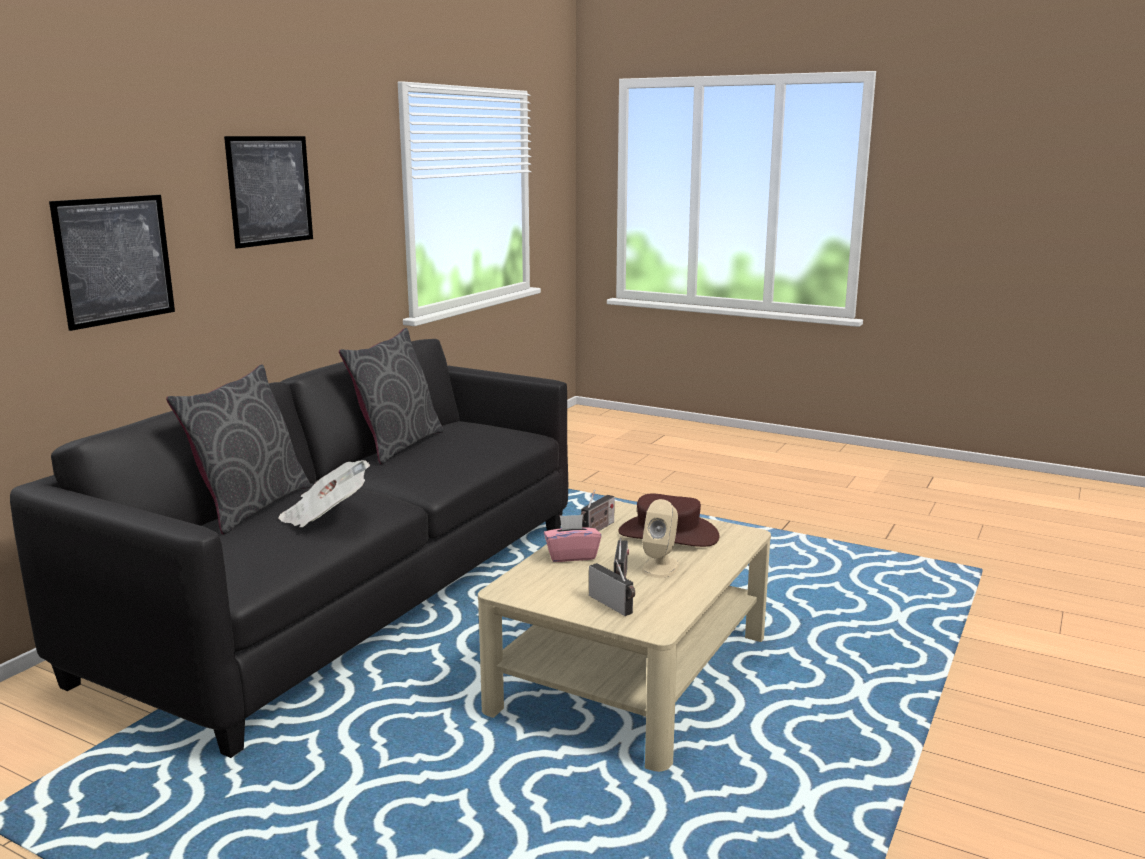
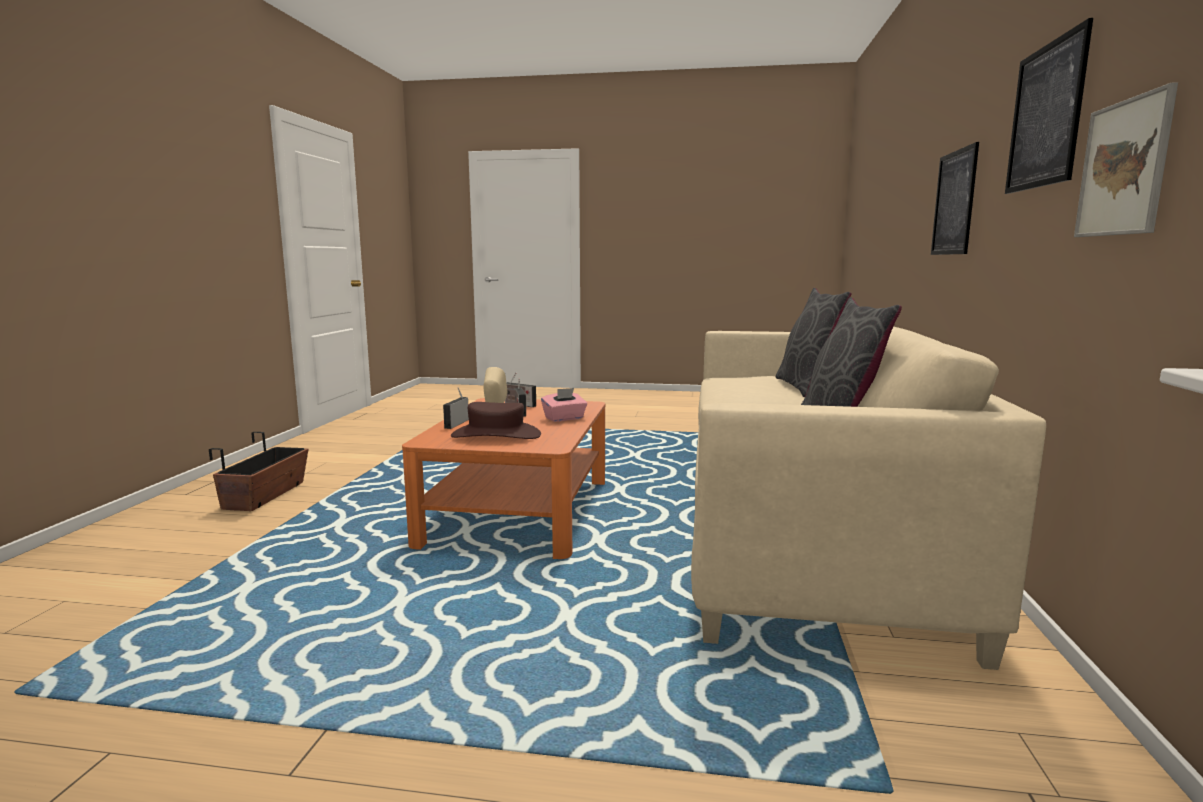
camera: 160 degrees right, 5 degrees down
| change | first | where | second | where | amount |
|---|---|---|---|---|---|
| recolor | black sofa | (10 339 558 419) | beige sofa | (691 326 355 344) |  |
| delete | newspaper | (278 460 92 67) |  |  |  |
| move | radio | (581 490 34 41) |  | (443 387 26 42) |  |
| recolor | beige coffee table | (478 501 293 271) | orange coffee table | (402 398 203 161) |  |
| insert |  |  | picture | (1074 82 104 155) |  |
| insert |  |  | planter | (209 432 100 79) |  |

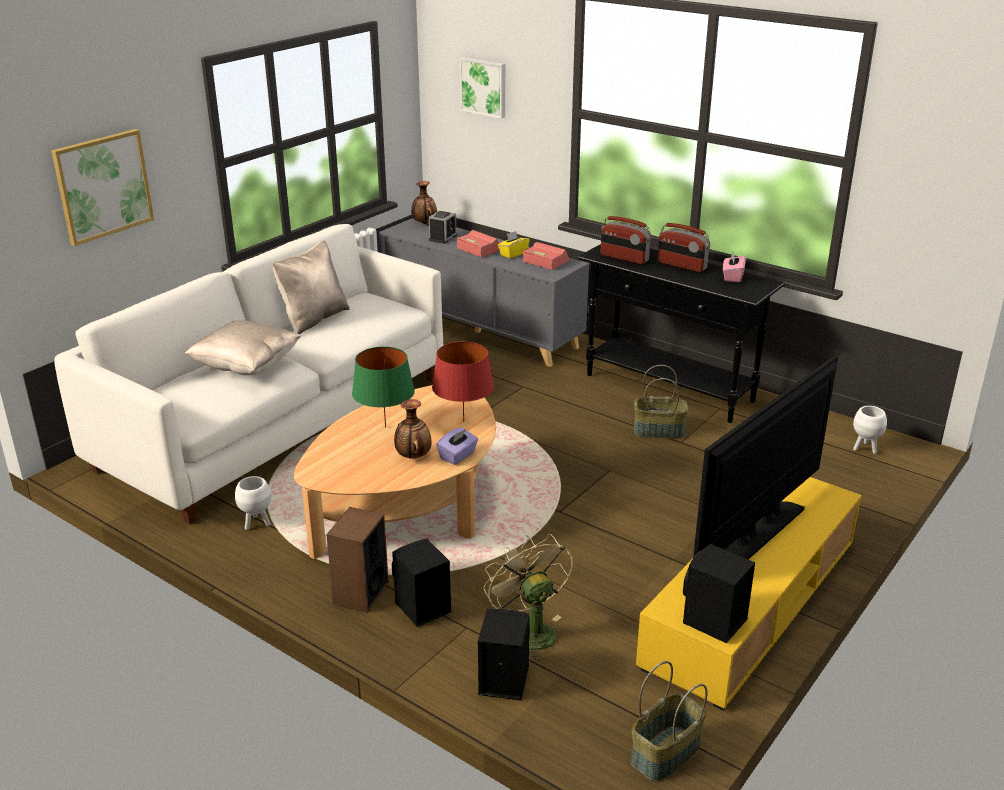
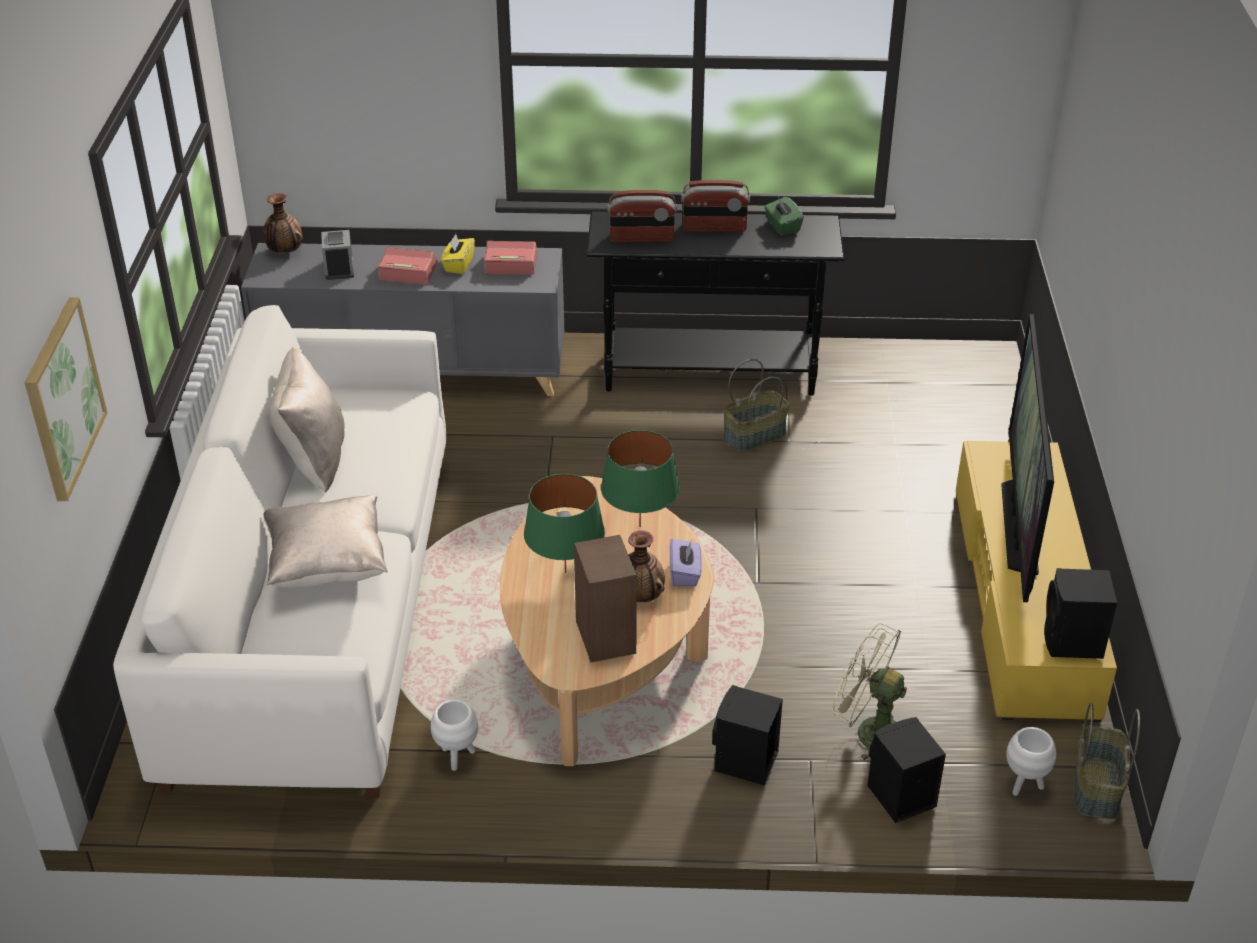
camera: 35 degrees left, 10 degrees up
| change | first | where | second | where | amount |
|---|---|---|---|---|---|
| delete | picture | (460 57 45 62) |  |  |  |
| recolor | pink tissue box | (723 252 23 30) | green tissue box | (765 197 39 39) |  |
| recolor | red table lamp | (432 342 62 80) | green table lamp | (601 430 79 97) |  |
| move | white planter | (853 406 34 48) |  | (1006 727 50 69) |  |
| move | speaker | (326 507 63 106) |  | (574 535 63 127) |  |

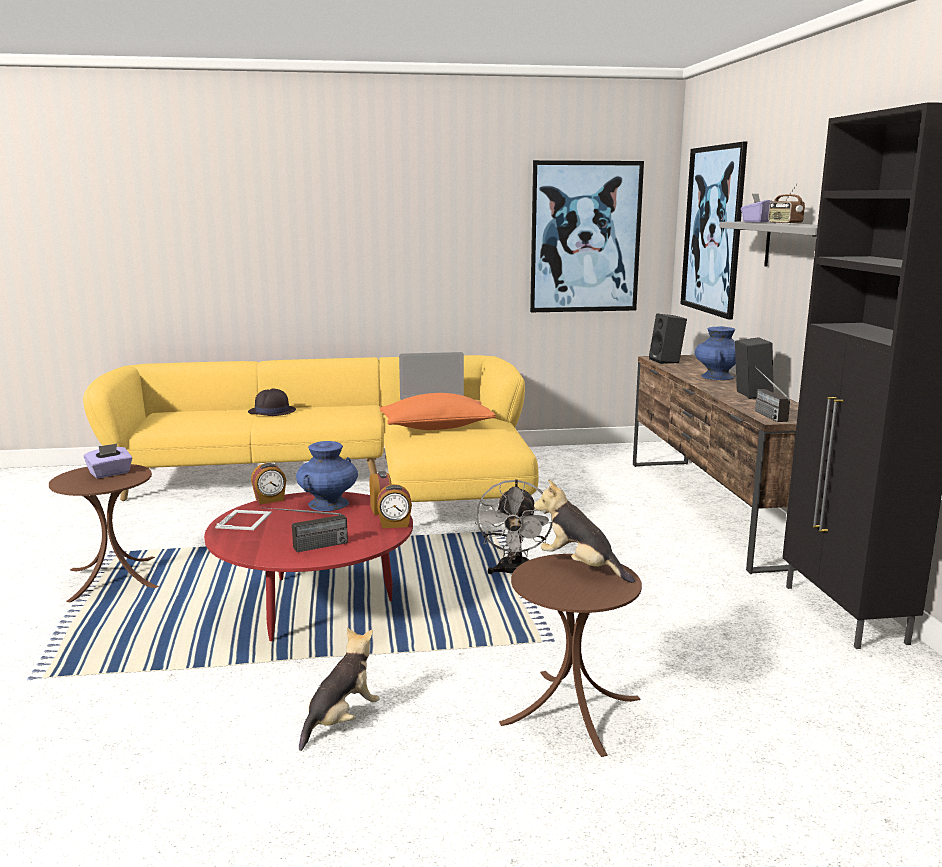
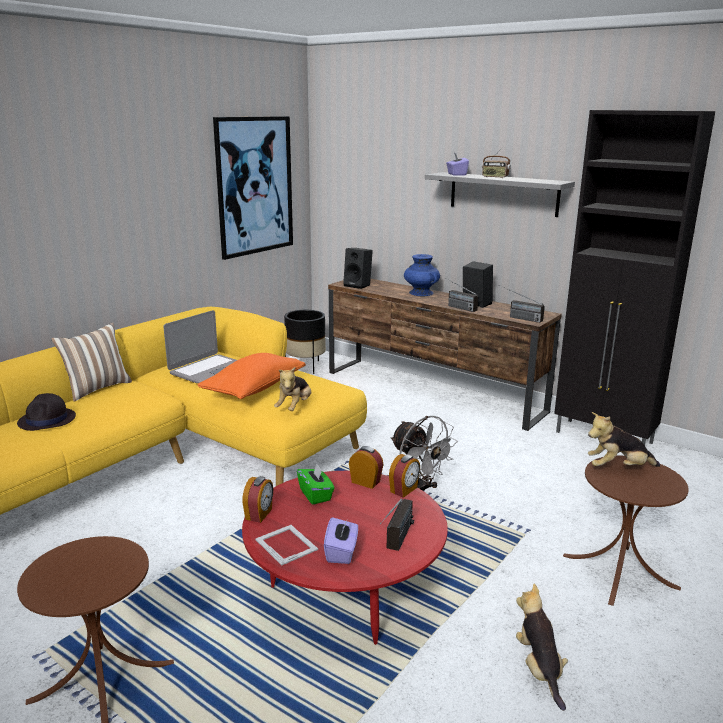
camera: 45 degrees left, 5 degrees up
| change | first | where | second | where | amount |
|---|---|---|---|---|---|
| delete | picture | (681 142 66 178) |  |  |  |
| replace | blue vase | (296 441 62 70) | green tissue box | (297 463 38 41) |  |
| move | purple tissue box | (84 444 48 34) |  | (324 516 34 48) |  |
| insert |  |  | radio | (440 275 38 37) |  |
| insert |  |  | black planter | (284 310 42 64) |  |
| insert |  |  | pillow | (52 322 80 80) |  |
| insert |  |  | plush toy | (274 367 37 44) |  |

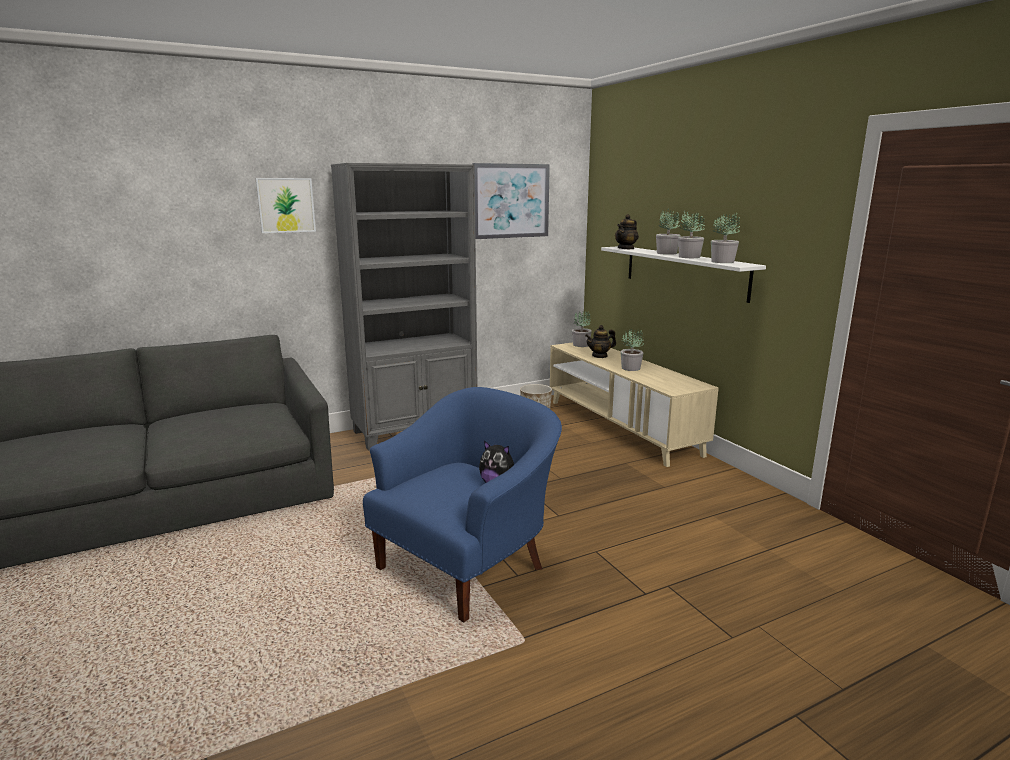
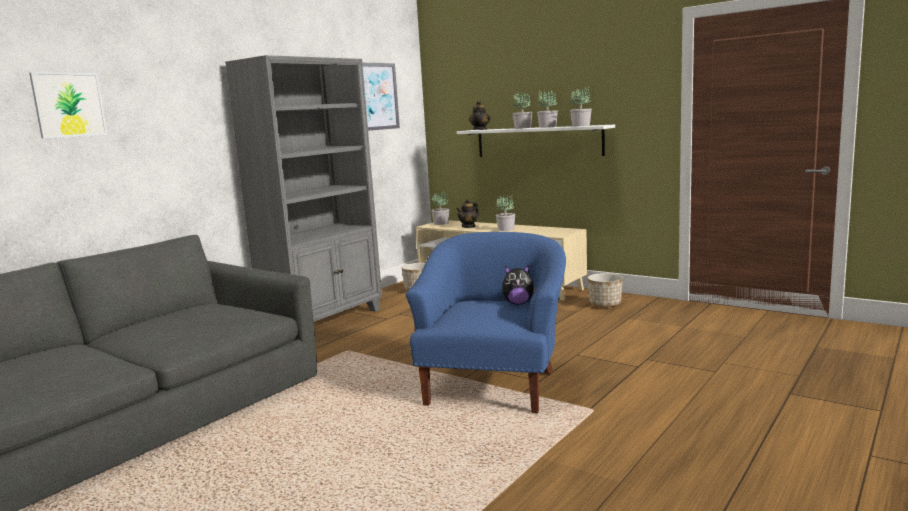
camera: 25 degrees left, 5 degrees down
| change | first | where | second | where | amount |
|---|---|---|---|---|---|
| move | picture | (256 178 60 55) |  | (29 72 79 66) |  |
| insert |  |  | planter | (587 273 36 35) |  |

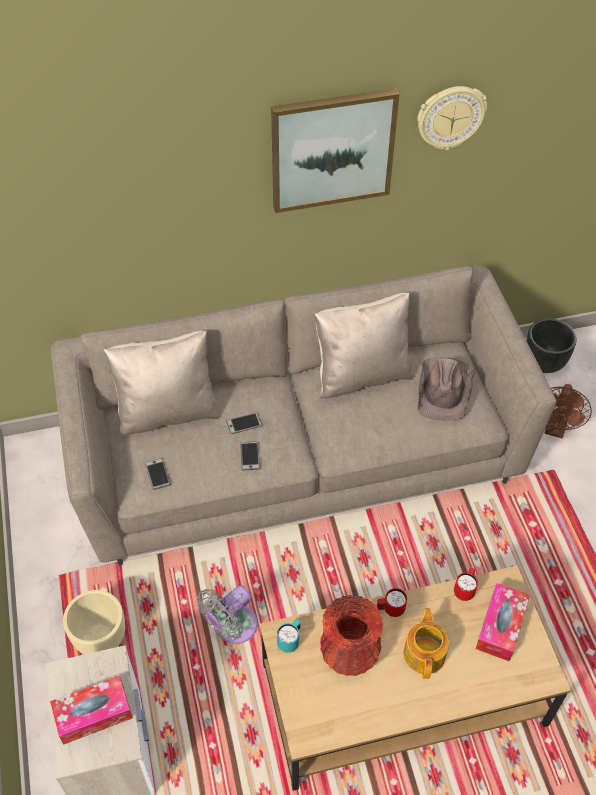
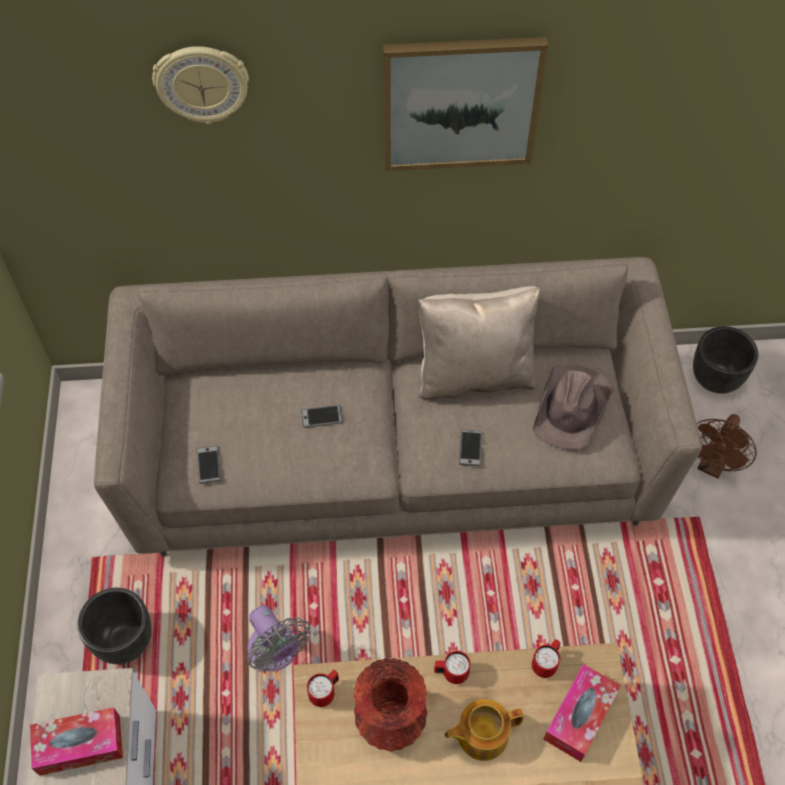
camera: 10 degrees right, 5 degrees up
| change | first | where | second | where | amount |
|---|---|---|---|---|---|
| move | wall clock | (417 86 70 64) |  | (152 46 97 78) |  |
| delete | beige pillow | (104 331 115 104) |  |  |  |
| move | phone | (240 441 20 30) |  | (459 430 23 36) |  |
| rotate | grey fan | (197 585 61 59) |  | (247 605 64 67) | 90 degrees counterclockwise |
| recolor | beige planter | (63 590 62 64) | black planter | (77 588 75 76) |  |
| rotate | teapot | (404 608 45 71) |  | (444 699 80 62) | 120 degrees counterclockwise |
| recolor | turquoise mug | (277 619 24 33) | red mug | (307 670 32 37) |  |

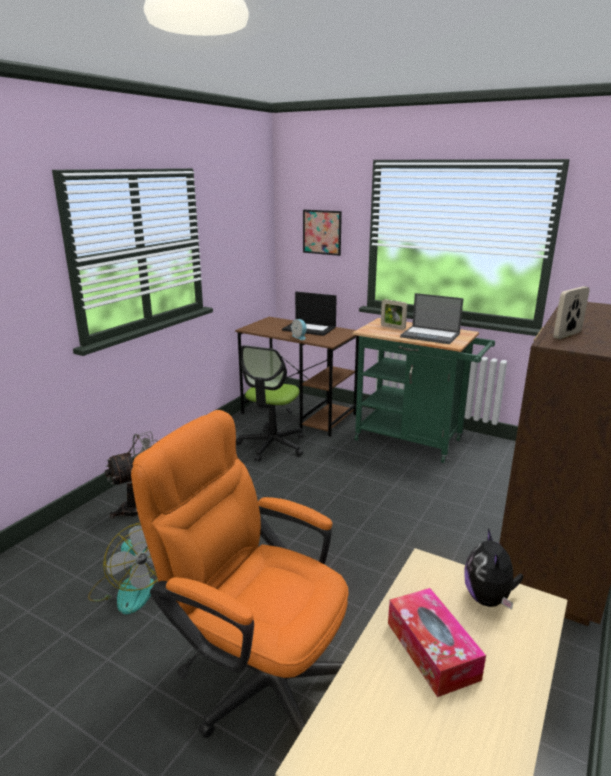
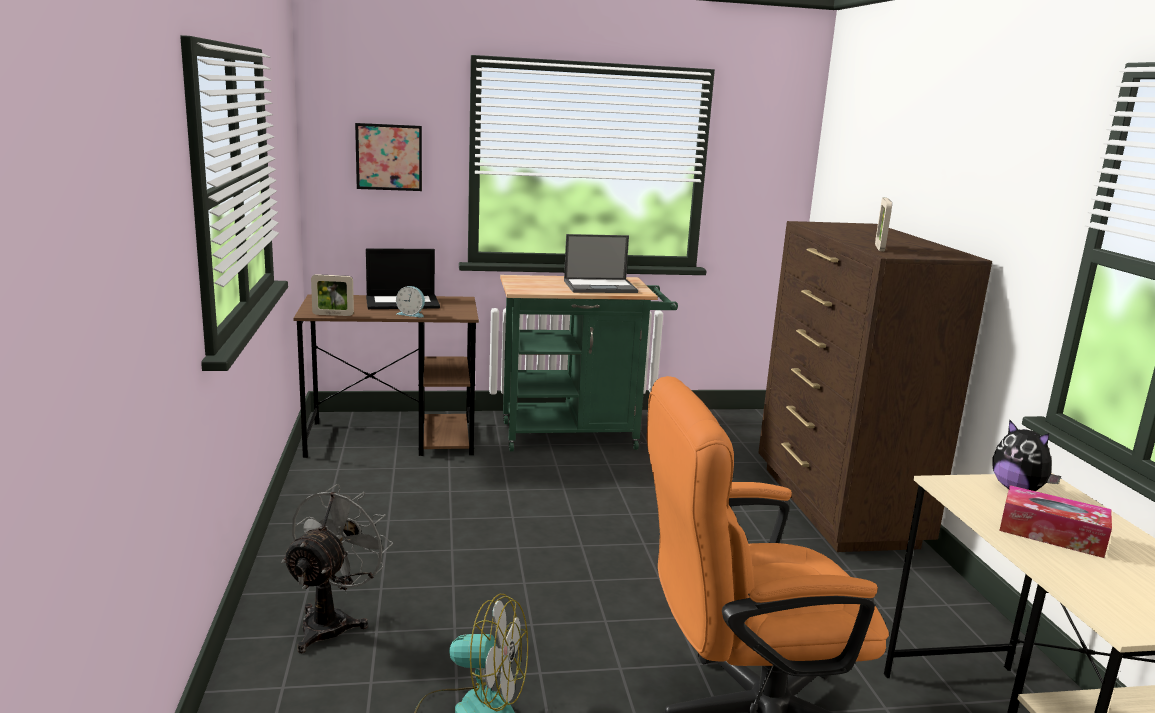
camera: 40 degrees left, 5 degrees down
| change | first | where | second | where | amount |
|---|---|---|---|---|---|
| move | picture frame | (381 299 26 31) |  | (311 274 43 42) |  |
| delete | office chair | (236 345 68 117) |  |  |  |

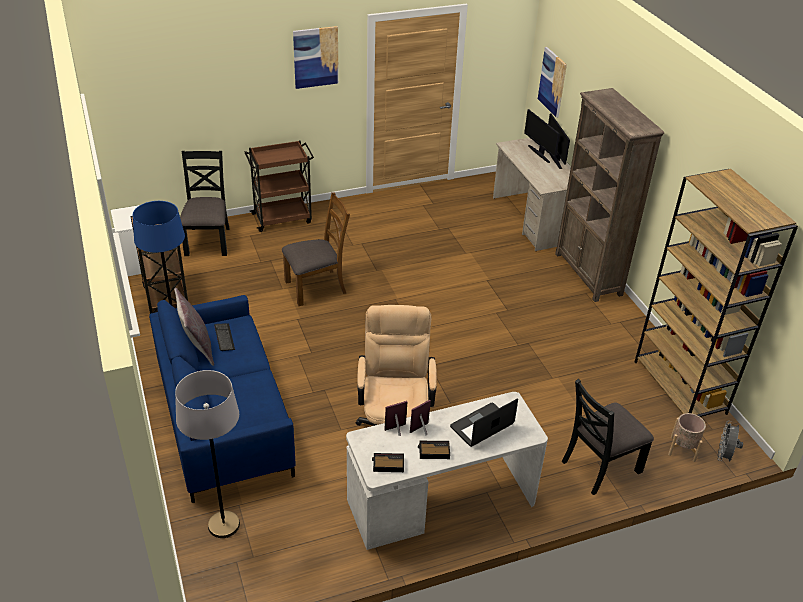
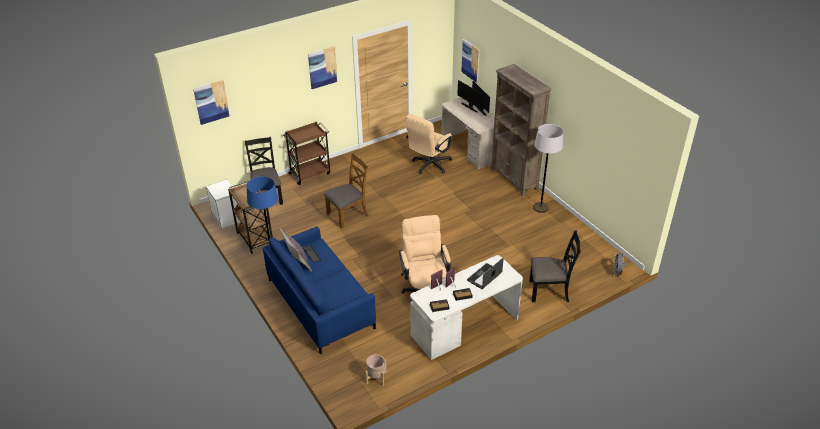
camera: 10 degrees left, 0 degrees up
| change | first | where | second | where | amount |
|---|---|---|---|---|---|
| delete | brown bookcase | (634 169 164 248) |  |  |  |
| move | grey floor lamp | (175 370 65 168) |  | (533 124 30 89) |  |
| rotate | black chair | (562 379 92 116) |  | (529 230 52 72) | 135 degrees counterclockwise |
| move | beige planter | (668 413 38 49) |  | (365 354 21 32) |  |
| insert |  |  | picture | (193 80 37 45) |  |
| insert |  |  | beige office chair | (406 114 46 60) |  |

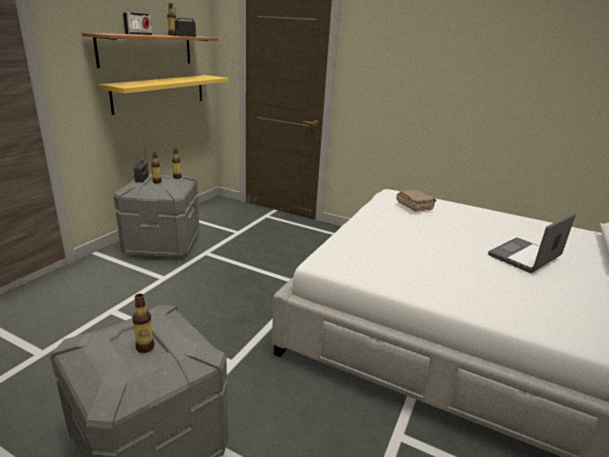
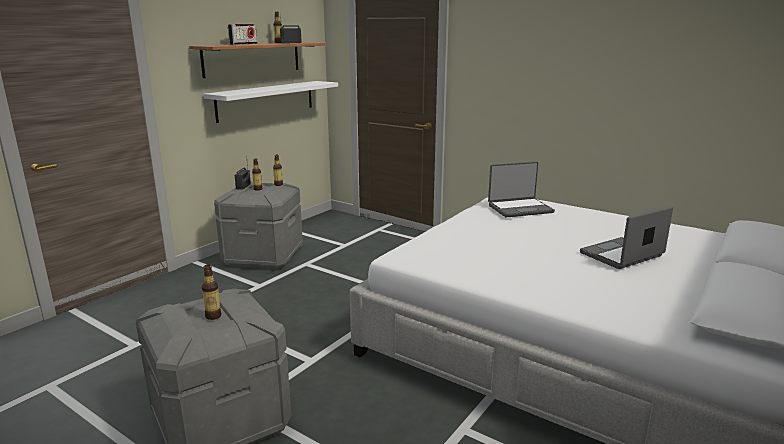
camera: 10 degrees right, 5 degrees down
| change | first | where | second | where | amount |
|---|---|---|---|---|---|
| recolor | yellow shelf | (98 75 130 40) | white shelf | (204 81 134 42) |  |
| replace | brown book | (396 189 40 22) | laptop | (488 162 67 55) |  |

